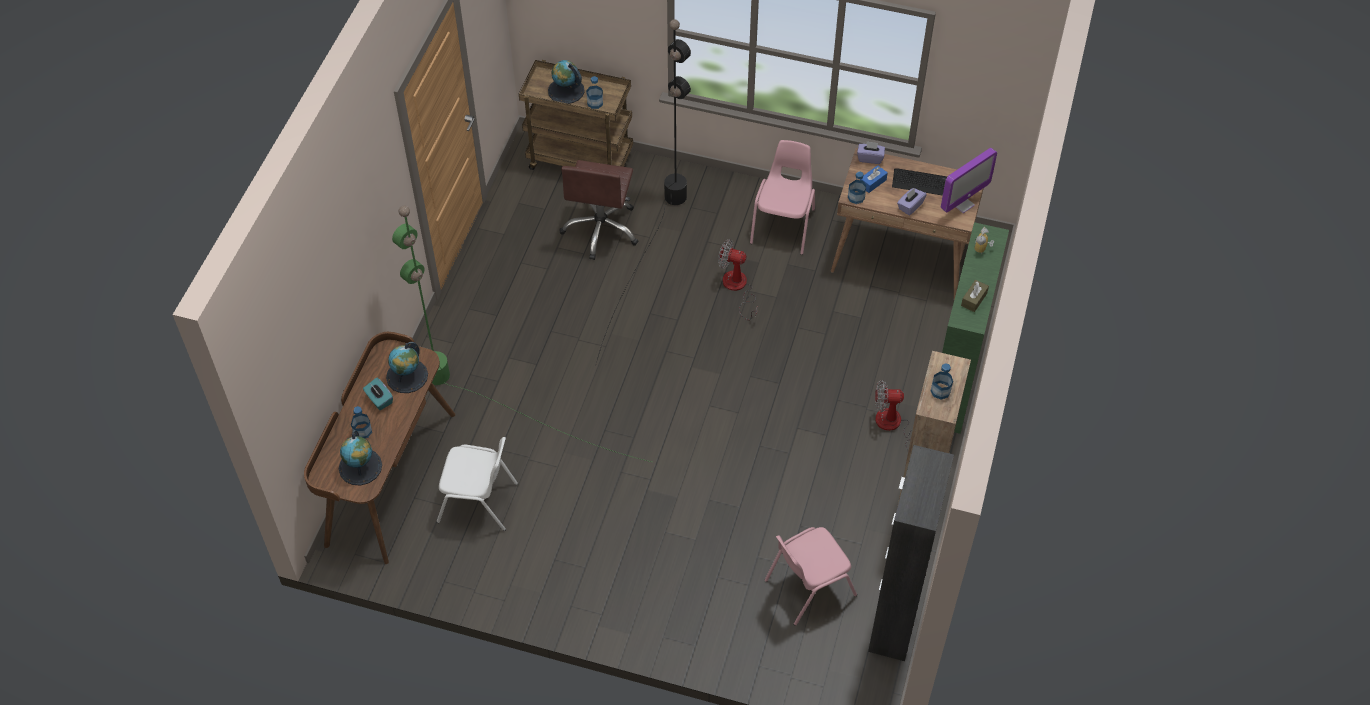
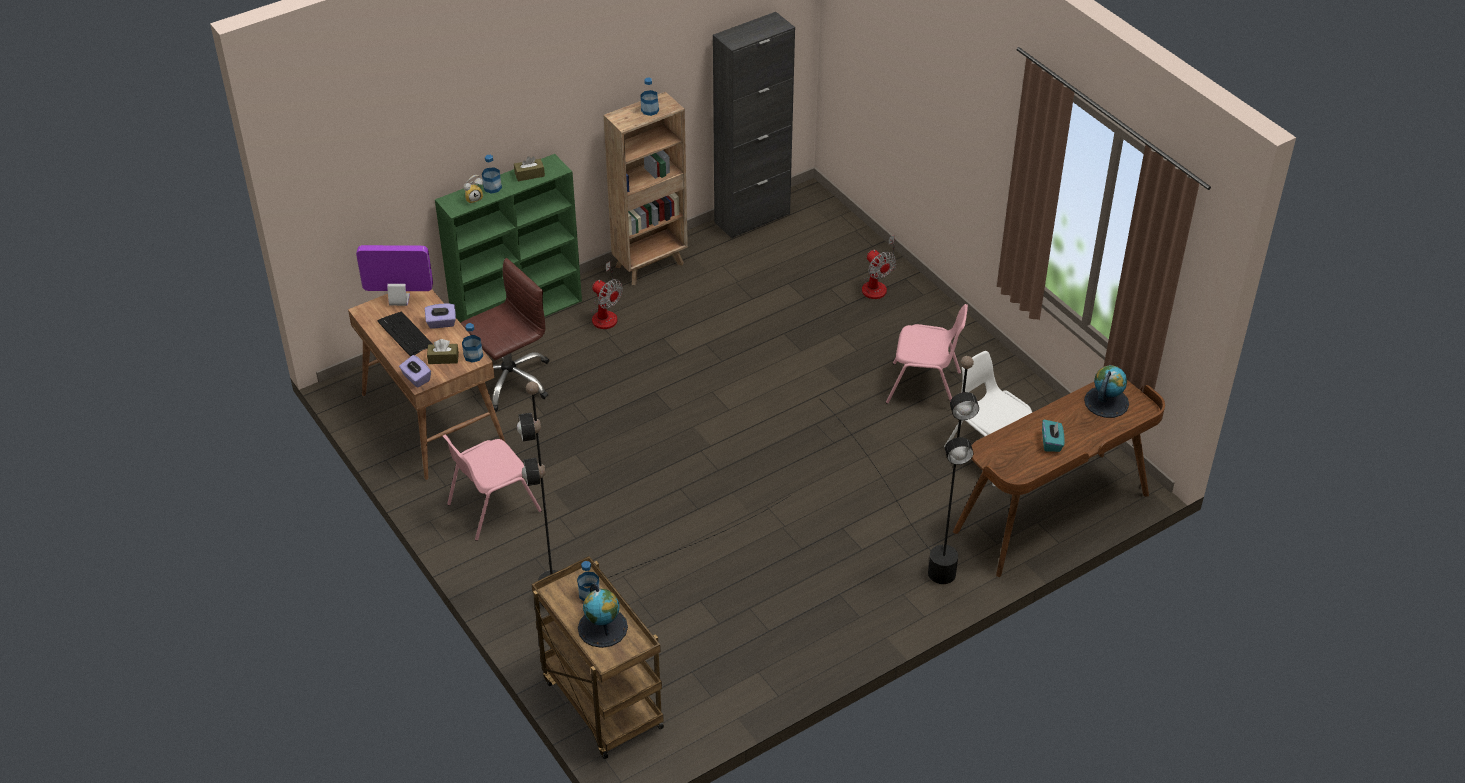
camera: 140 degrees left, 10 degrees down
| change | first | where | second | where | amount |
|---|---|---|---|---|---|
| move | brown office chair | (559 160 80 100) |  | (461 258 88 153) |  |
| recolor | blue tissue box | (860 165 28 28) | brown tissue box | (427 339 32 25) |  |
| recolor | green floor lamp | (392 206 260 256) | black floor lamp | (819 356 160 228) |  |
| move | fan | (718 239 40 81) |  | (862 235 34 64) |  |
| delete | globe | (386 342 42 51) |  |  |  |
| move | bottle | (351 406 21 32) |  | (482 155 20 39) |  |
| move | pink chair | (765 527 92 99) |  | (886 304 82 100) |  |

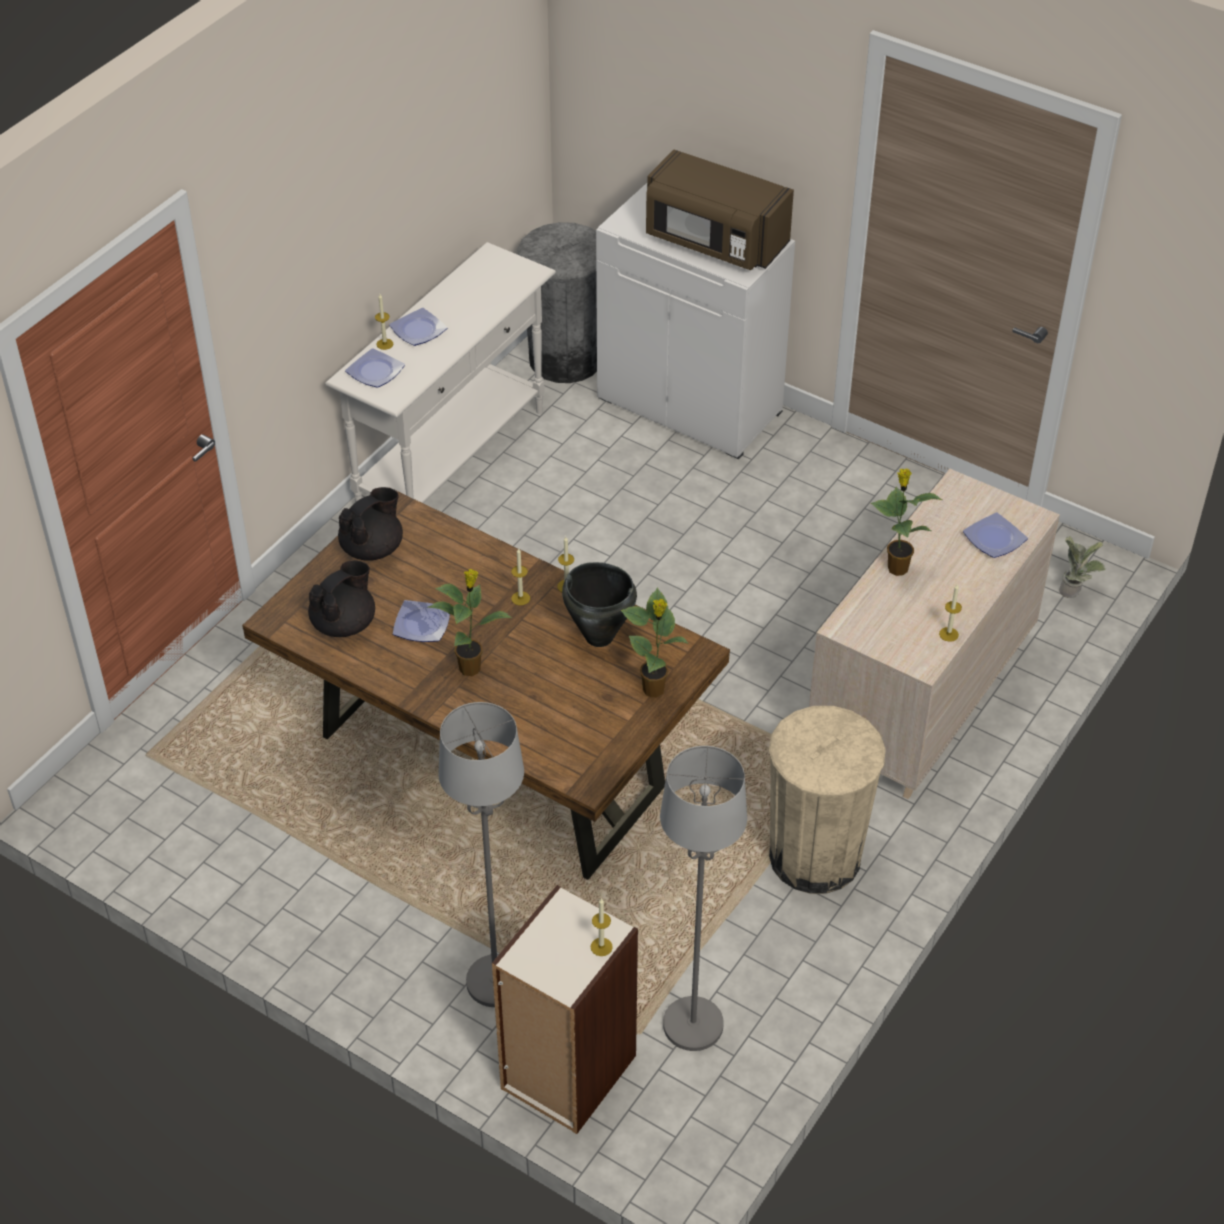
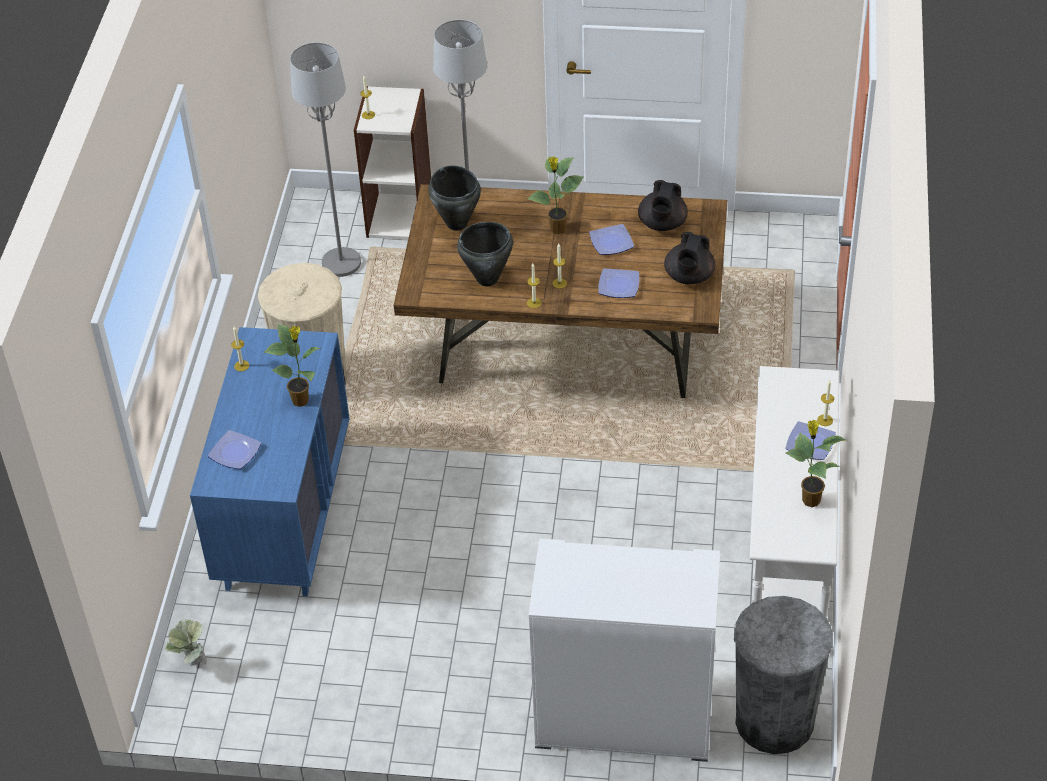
camera: 155 degrees right, 0 degrees up
| change | first | where | second | where | amount |
|---|---|---|---|---|---|
| delete | brown microwave | (646 150 148 120) |  |  |  |
| move | plate | (345 348 60 40) |  | (598 268 41 30) |  |
| recolor | beige dresser | (809 469 251 330) | blue dresser | (190 327 160 269) |  |
| move | potted plant | (621 588 67 109) |  | (786 420 60 87) |  |
| insert |  |  | black cooking pot | (428 165 53 66) |  |

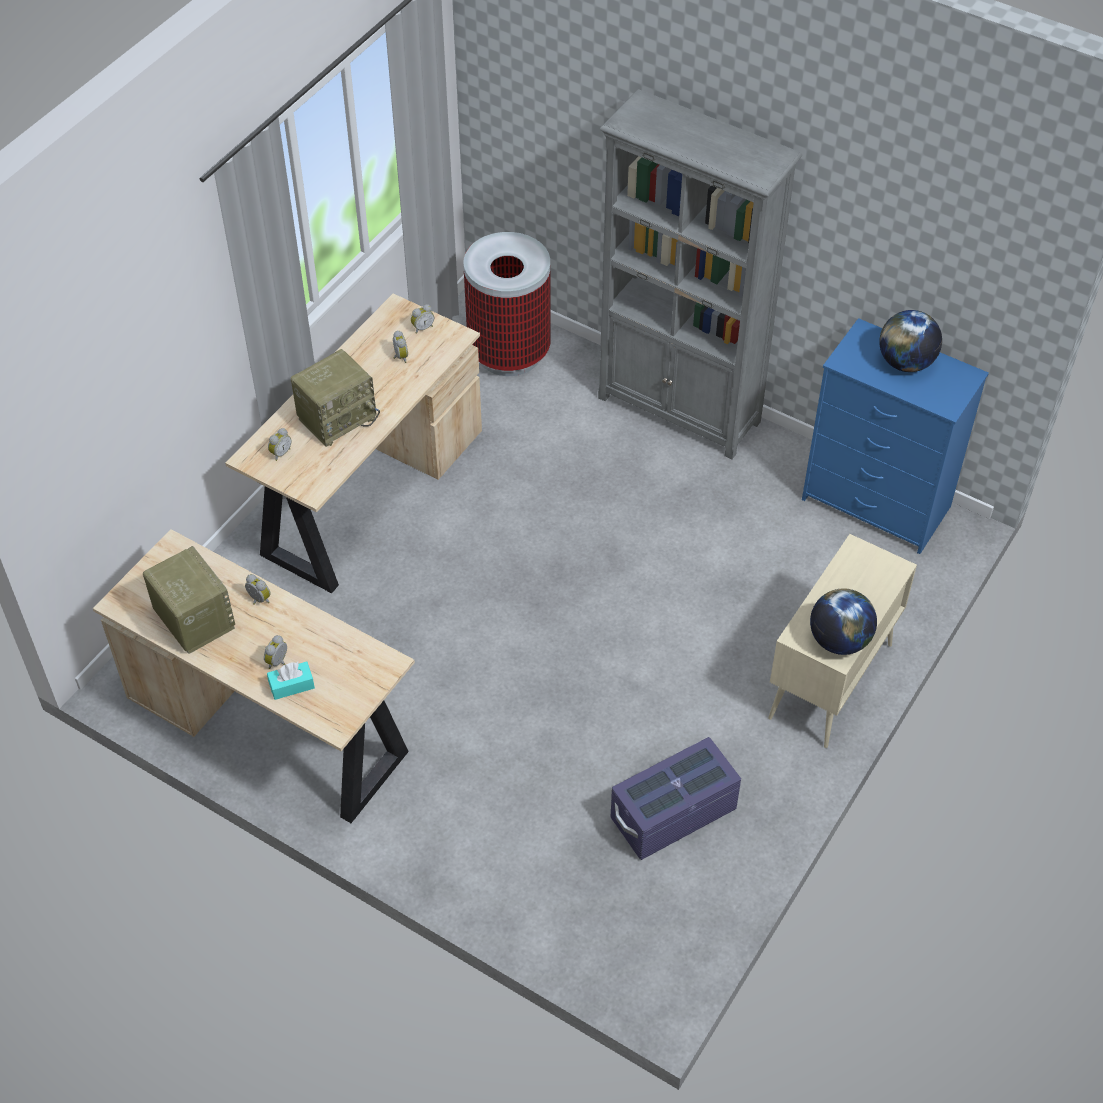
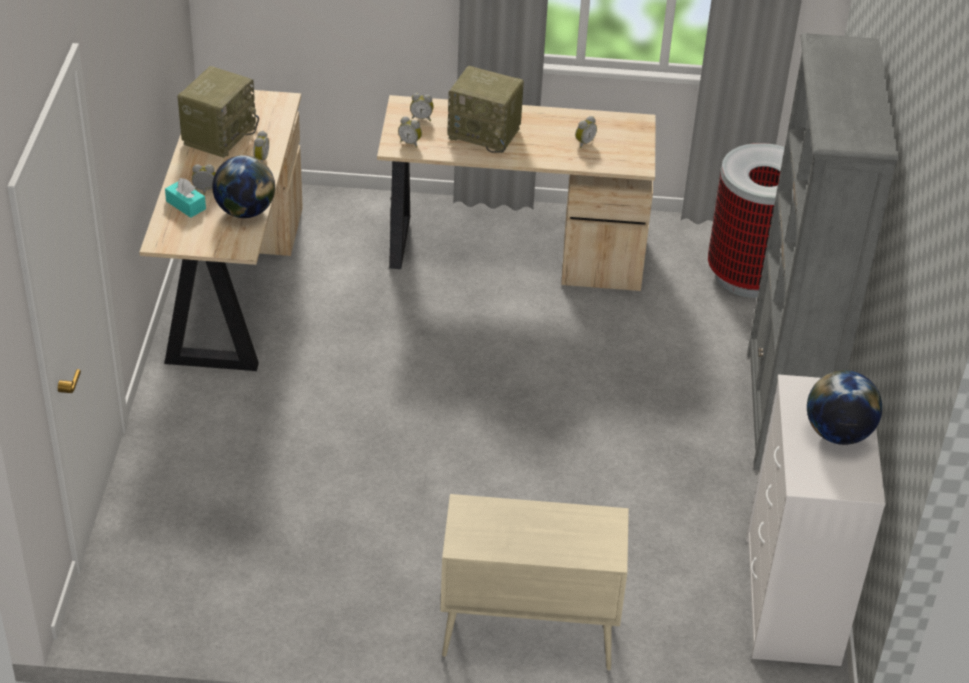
camera: 60 degrees right, 10 degrees down
| change | first | where | second | where | amount |
|---|---|---|---|---|---|
| move | alarm clock | (411 304 23 30) |  | (398 117 24 31) |  |
| recolor | blue dresser | (802 318 187 236) | white dresser | (746 374 140 292) |  |
| move | globe | (810 588 67 67) |  | (212 155 63 63) |  |
| delete | purple storage box | (610 737 131 123) |  |  |  |

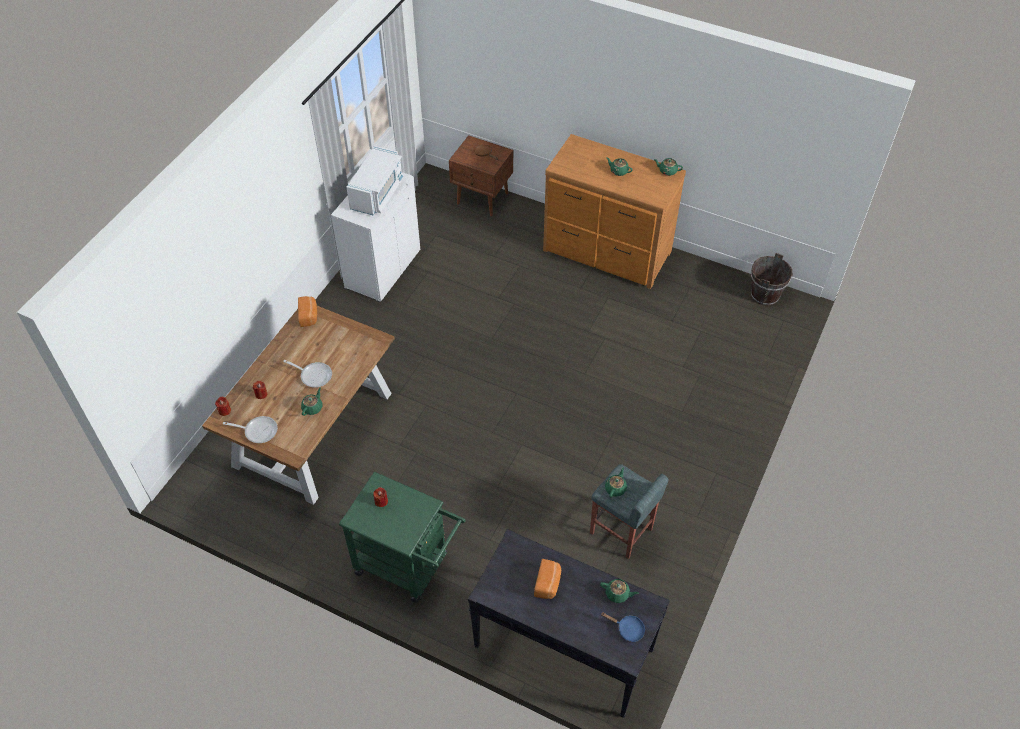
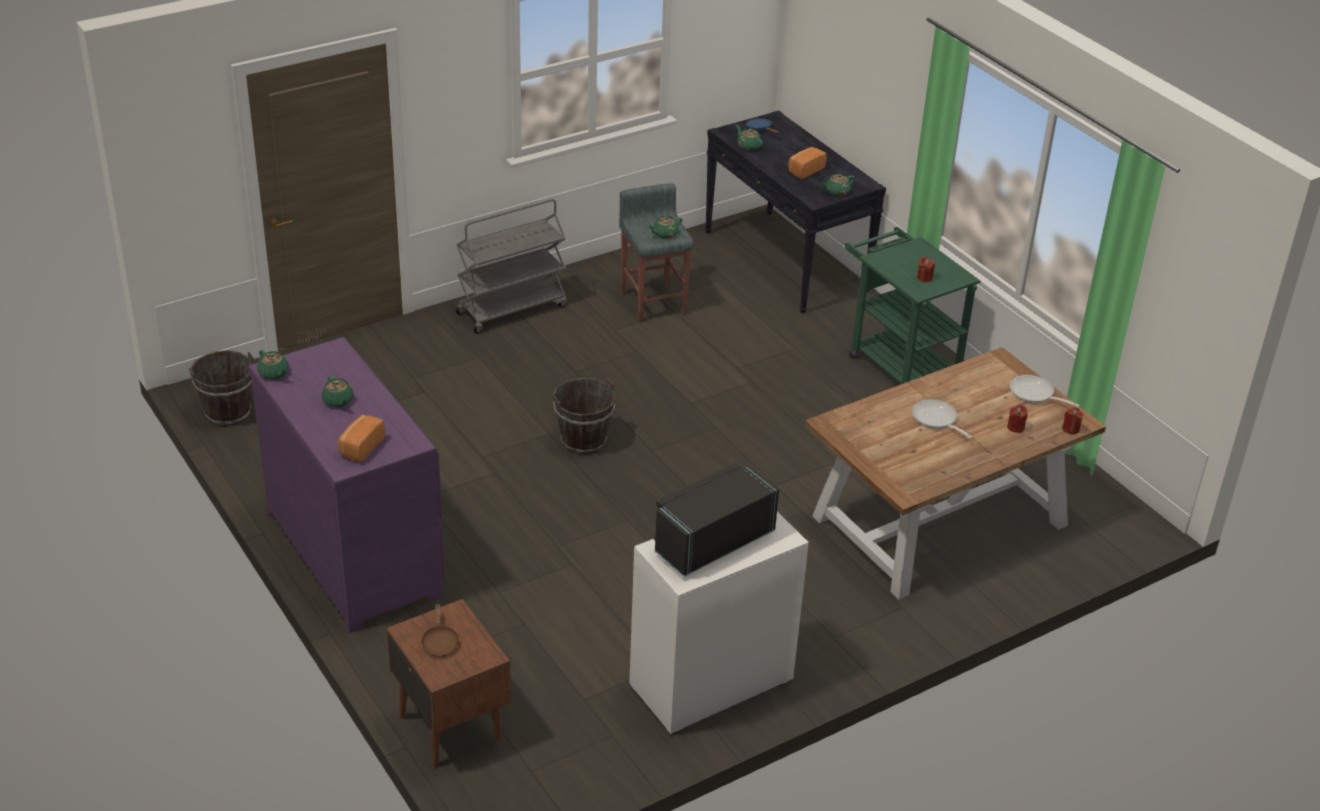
camera: 150 degrees left, 15 degrees down
| change | first | where | second | where | amount |
|---|---|---|---|---|---|
| recolor | brown dresser | (543 134 143 155) | purple dresser | (248 337 197 296) |  |
| recolor | white microwave | (346 146 58 69) | black microwave | (655 463 124 114) |  |
| move | bread | (298 296 19 31) |  | (338 415 47 48) |  |
| move | green teapot | (301 387 21 29) |  | (822 174 32 22) |  |
| insert |  |  | grey cart | (456 199 111 135) |  |
| insert |  |  | brown bucket | (553 378 63 76) |  |

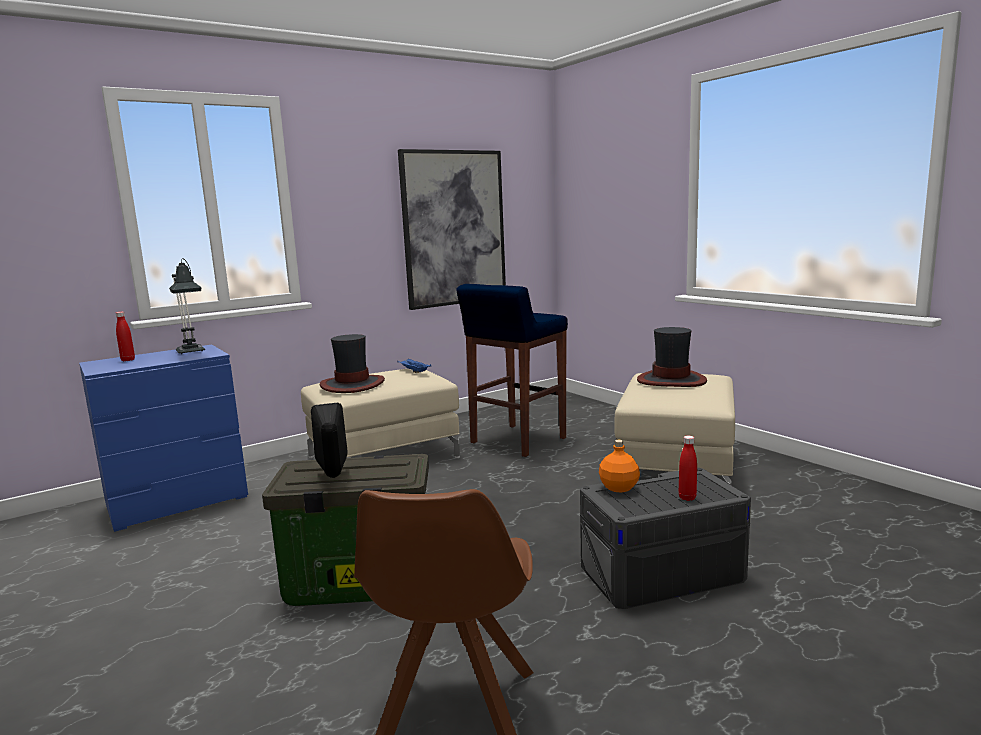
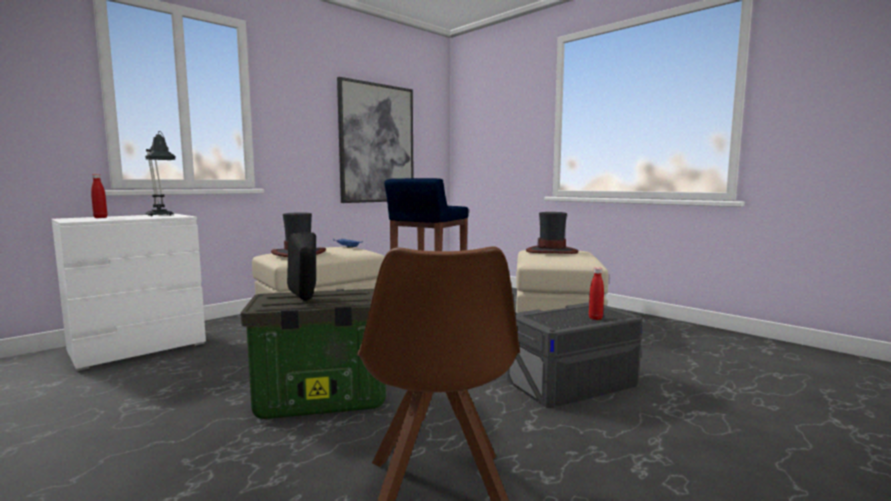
camera: 10 degrees left, 5 degrees down
| change | first | where | second | where | amount |
|---|---|---|---|---|---|
| recolor | blue dresser | (79 345 169 187) | white dresser | (52 214 154 157) |  |
| delete | orange bottle | (599 440 41 53) |  |  |  |

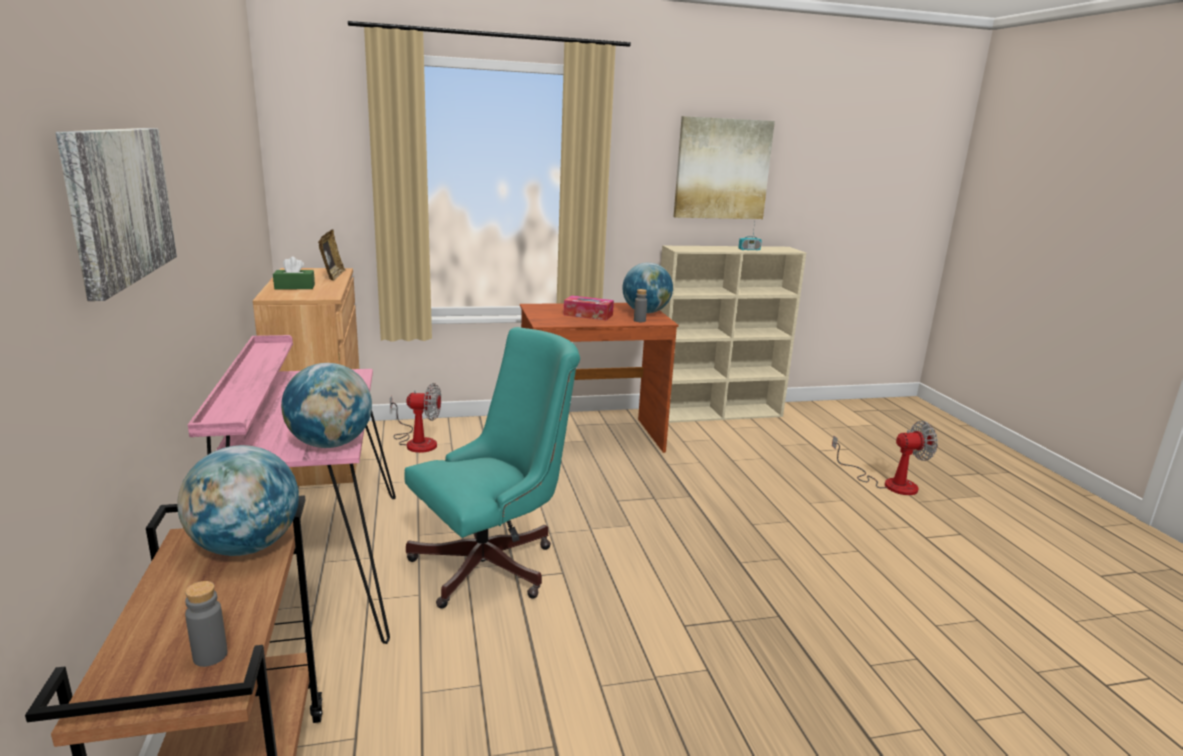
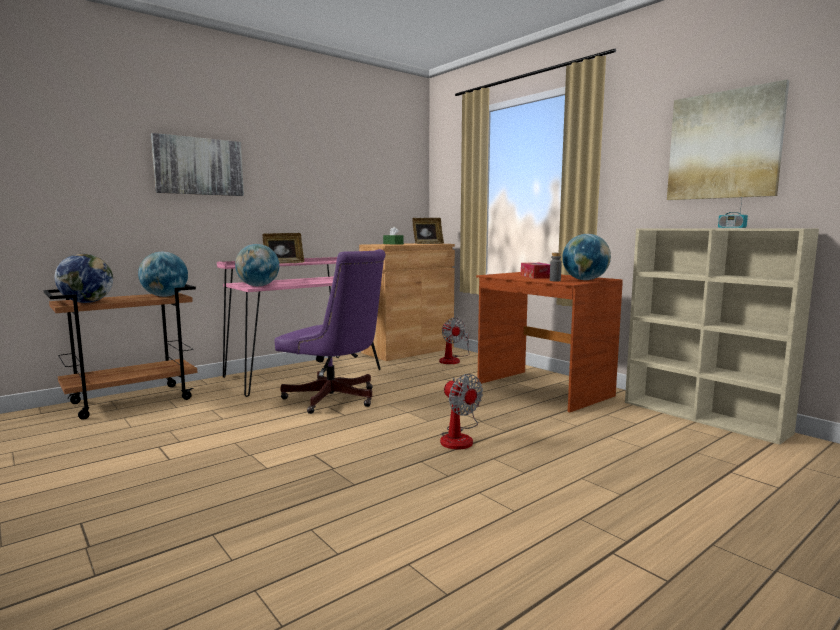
camera: 65 degrees right, 10 degrees down
| change | first | where | second | where | amount |
|---|---|---|---|---|---|
| recolor | turquoise office chair | (404 327 176 282) | purple office chair | (274 249 112 165) |  |
| move | fan | (832 421 106 74) |  | (440 374 43 76) |  |
| replace | grey bottle | (185 581 42 86) | globe | (55 254 58 49) |  |
| insert |  |  | picture frame | (263 233 42 30) |  |

